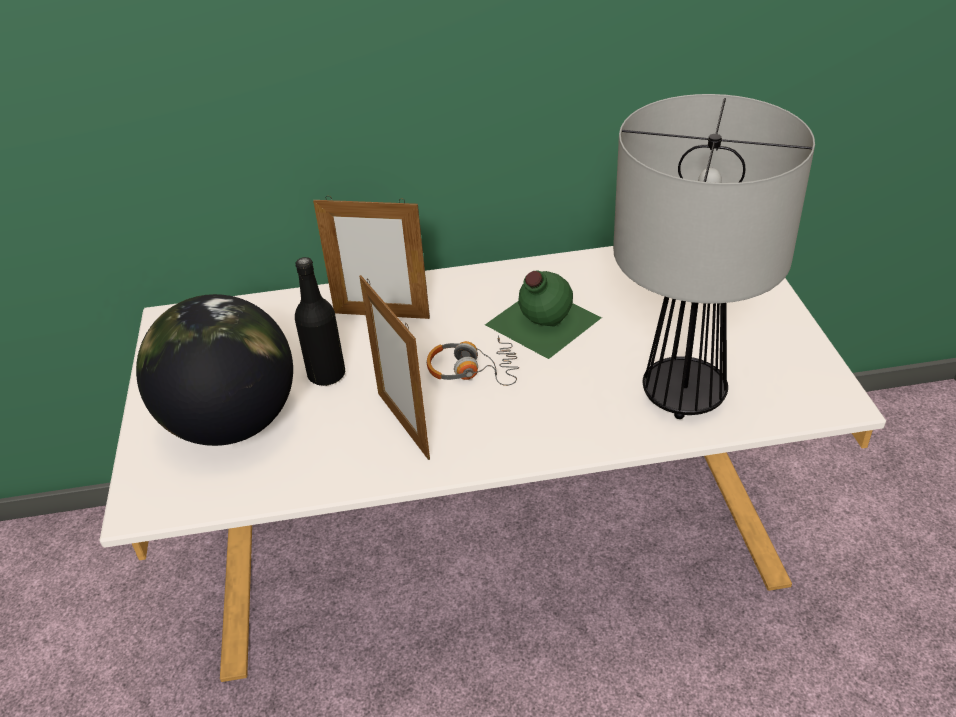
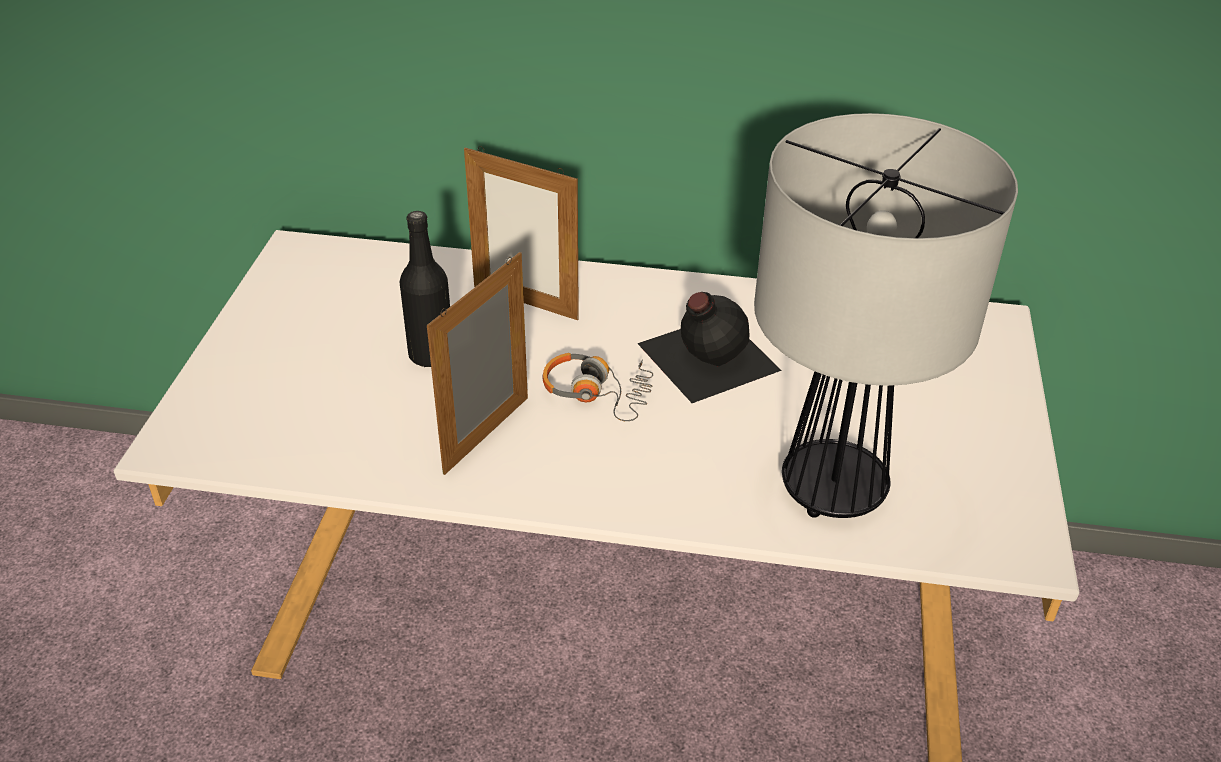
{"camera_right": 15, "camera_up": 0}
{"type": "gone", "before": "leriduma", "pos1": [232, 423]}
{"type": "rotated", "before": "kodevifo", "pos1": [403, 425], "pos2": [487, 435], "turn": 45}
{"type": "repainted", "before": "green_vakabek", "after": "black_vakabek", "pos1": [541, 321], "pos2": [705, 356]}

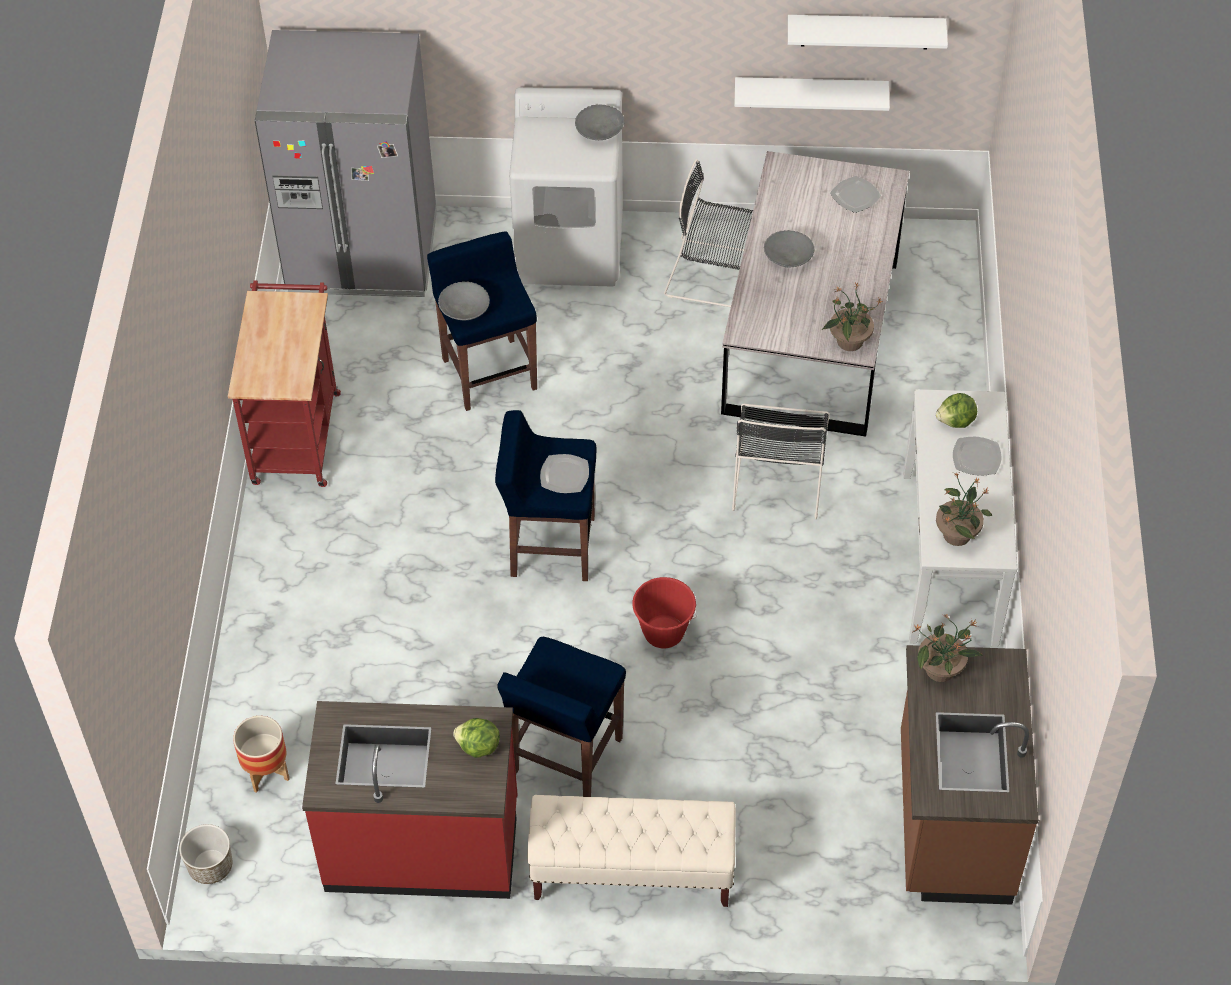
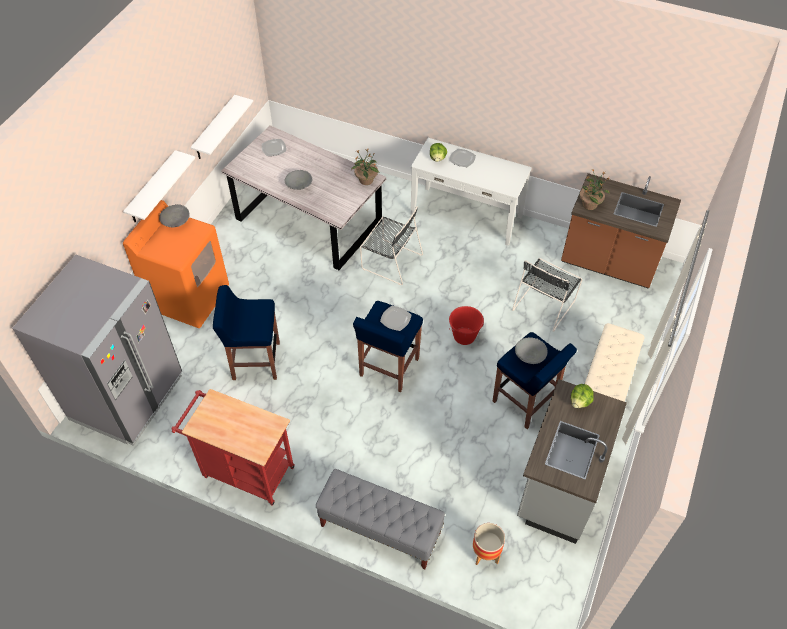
{"camera_right": -70, "camera_up": 0}
{"type": "gone", "before": "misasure", "pos1": [210, 866]}
{"type": "repainted", "before": "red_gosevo", "after": "grey_gosevo", "pos1": [422, 844], "pos2": [559, 485]}
{"type": "shifted", "before": "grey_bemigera", "pos1": [464, 310], "pos2": [530, 355]}
{"type": "repainted", "before": "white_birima", "after": "orange_birima", "pos1": [570, 248], "pos2": [189, 297]}
{"type": "shifted", "before": "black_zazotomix", "pos1": [716, 275], "pos2": [544, 304]}
{"type": "shifted", "before": "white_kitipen", "pos1": [865, 31], "pos2": [152, 188]}
{"type": "gone", "before": "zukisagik", "pos1": [957, 533]}
{"type": "new", "after": "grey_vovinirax", "pos2": [380, 529]}

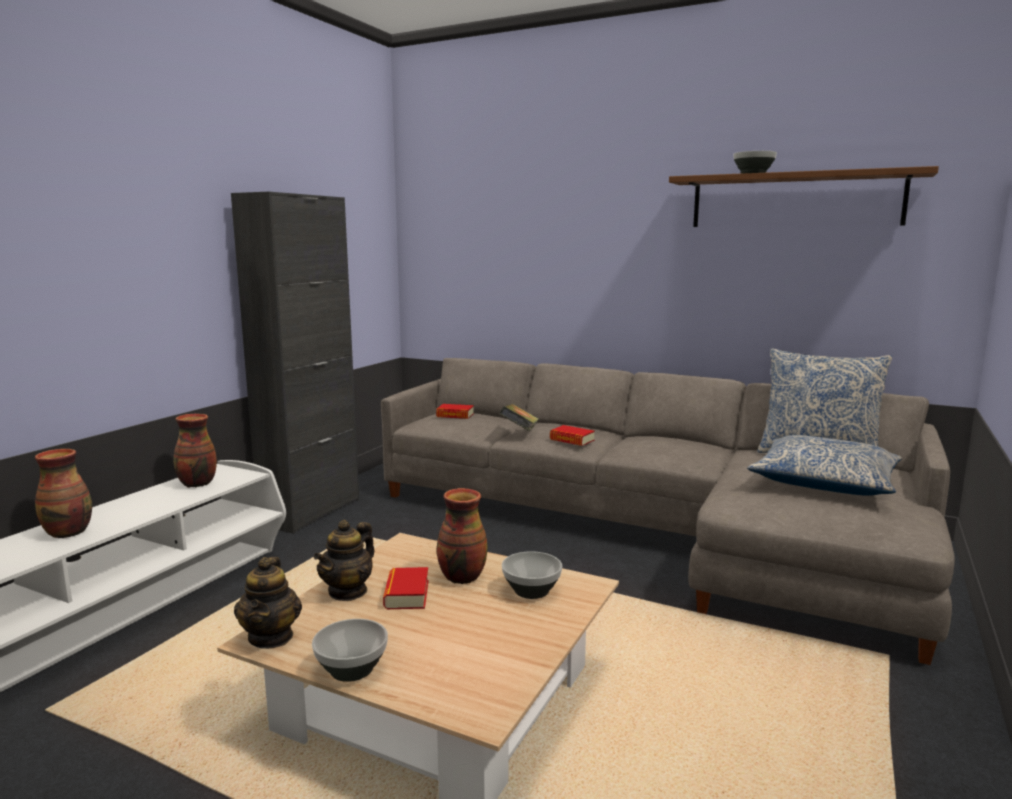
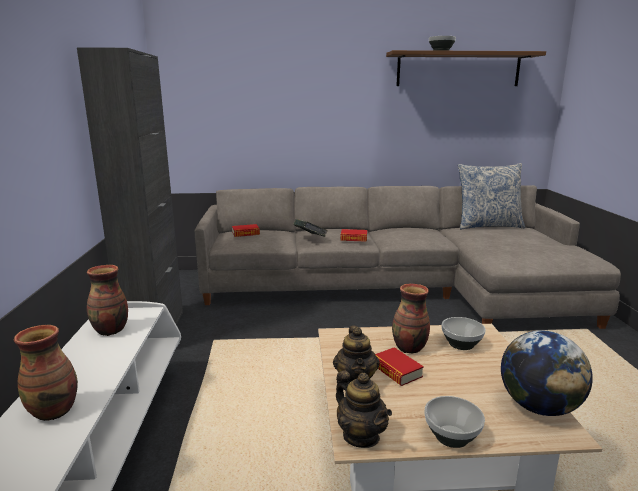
{"camera_right": -30, "camera_up": 5}
{"type": "gone", "before": "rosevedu", "pos1": [824, 482]}
{"type": "new", "after": "leriduma", "pos2": [539, 407]}

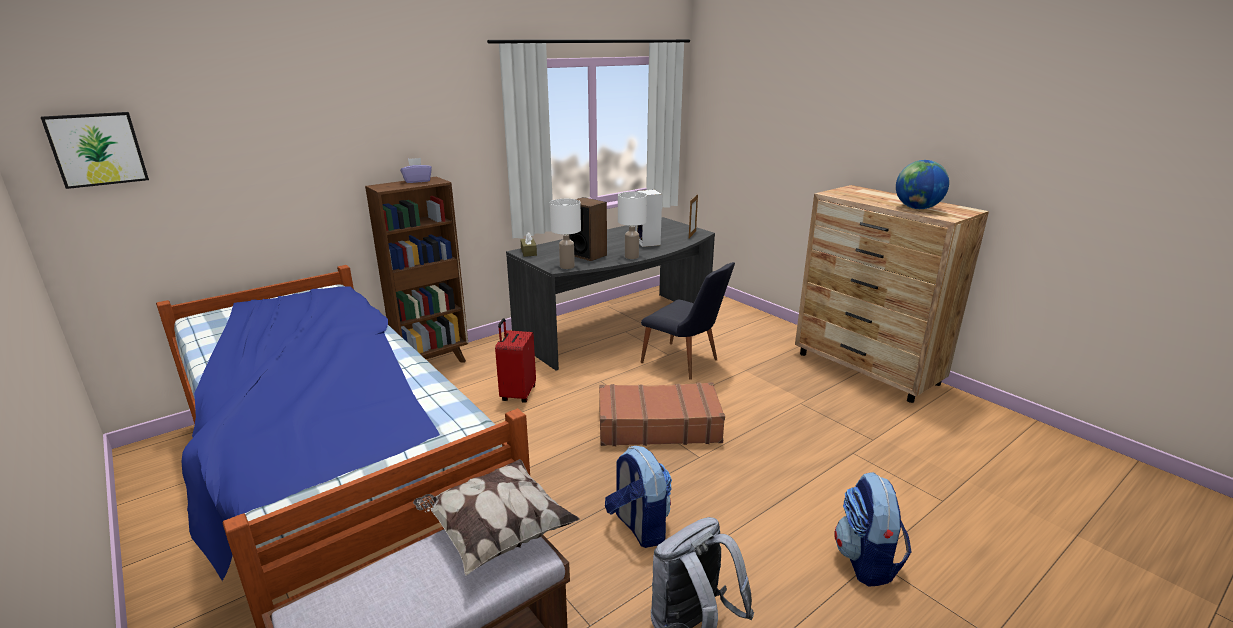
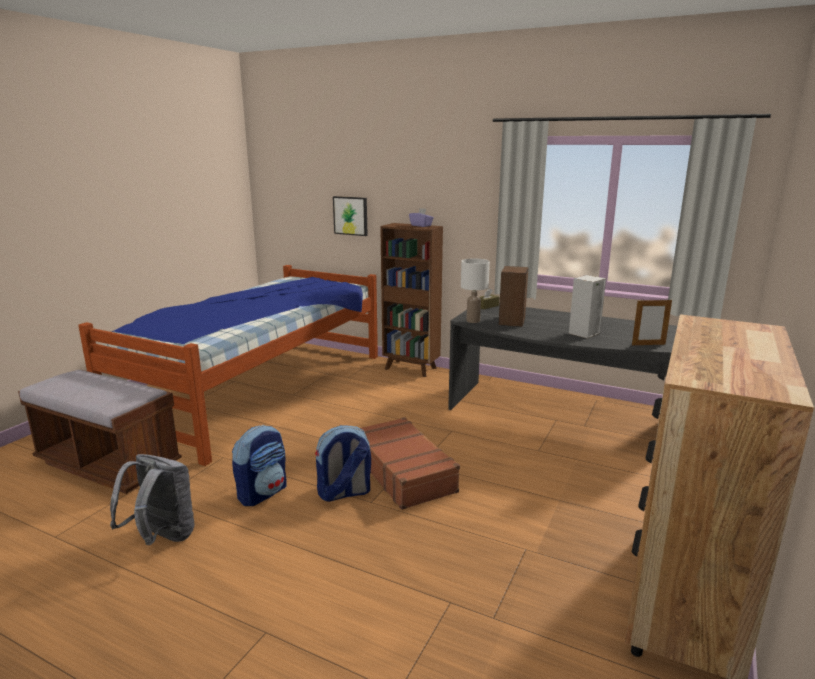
{"camera_right": 65, "camera_up": -5}
{"type": "shifted", "before": "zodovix", "pos1": [97, 149], "pos2": [351, 215]}
{"type": "gone", "before": "rosevedu", "pos1": [496, 532]}
{"type": "gone", "before": "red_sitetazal", "pos1": [517, 394]}
{"type": "gone", "before": "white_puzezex", "pos1": [632, 257]}
{"type": "gone", "before": "black_zazotomix", "pos1": [685, 363]}
{"type": "shifted", "before": "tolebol", "pos1": [866, 561], "pos2": [344, 493]}
{"type": "gone", "before": "leriduma", "pos1": [917, 208]}

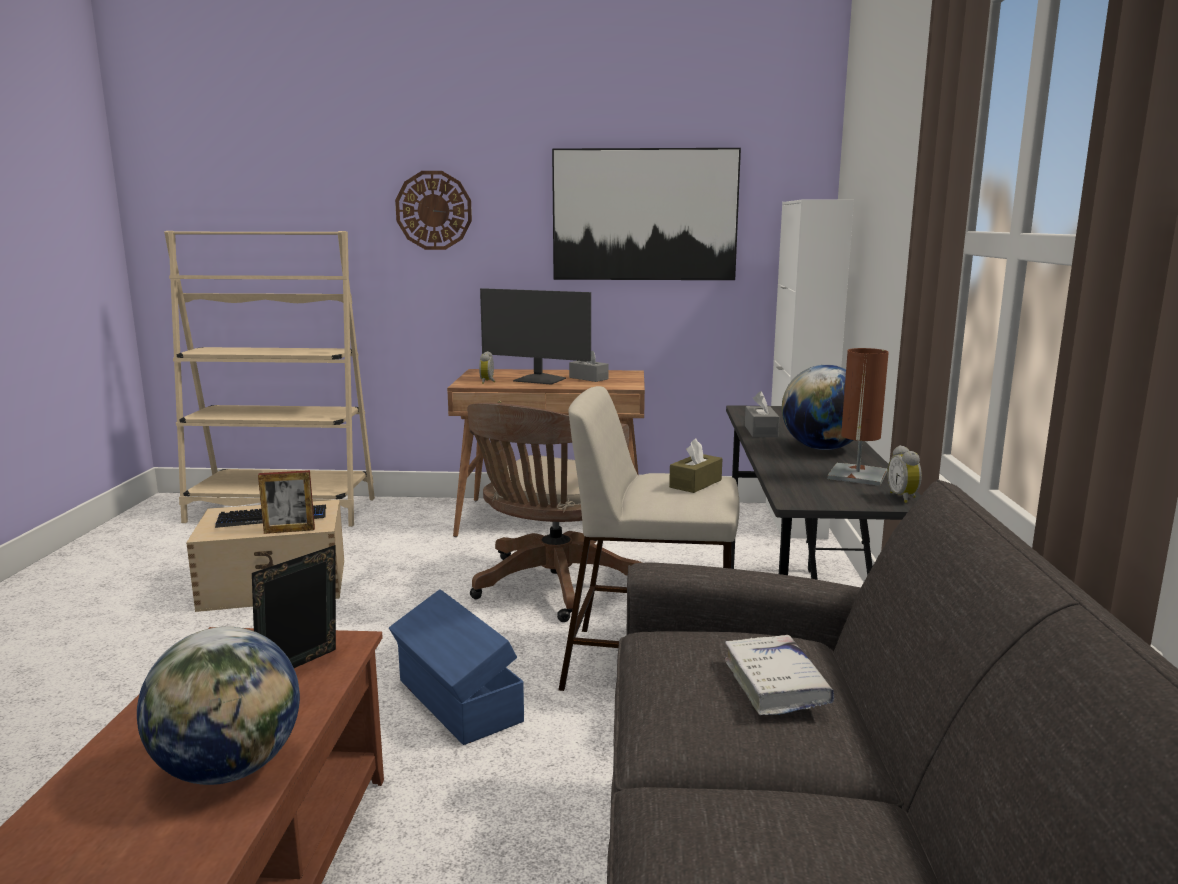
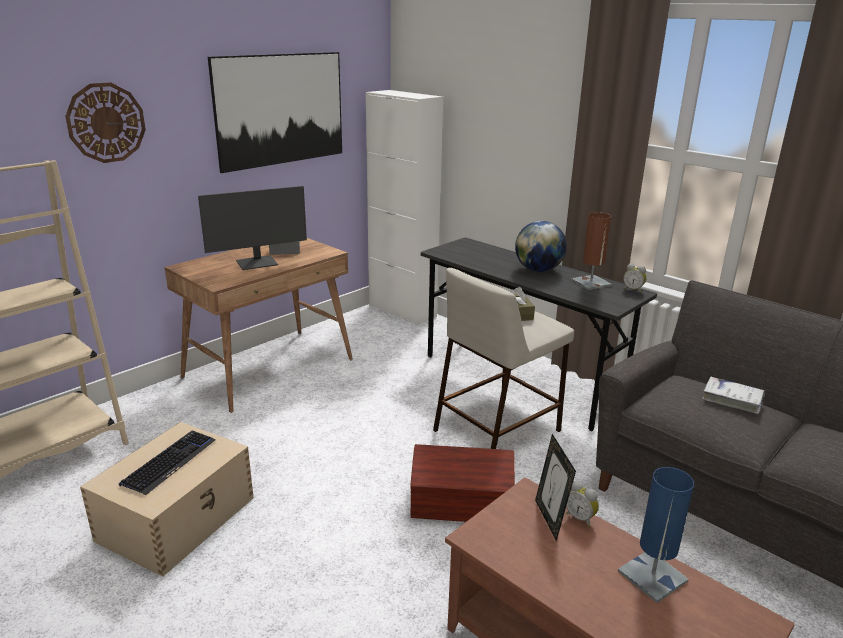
{"camera_right": -50, "camera_up": 10}
{"type": "swapped", "before": "leriduma", "after": "blue_puzezex", "pos1": [229, 769], "pos2": [652, 576]}
{"type": "gone", "before": "kodevifo", "pos1": [289, 530]}
{"type": "repainted", "before": "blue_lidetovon", "after": "brown_lidetovon", "pos1": [457, 702], "pos2": [462, 507]}
{"type": "gone", "before": "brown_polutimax", "pos1": [551, 587]}
{"type": "shifted", "before": "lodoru", "pos1": [488, 382], "pos2": [580, 518]}
{"type": "gone", "before": "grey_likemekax", "pos1": [761, 431]}

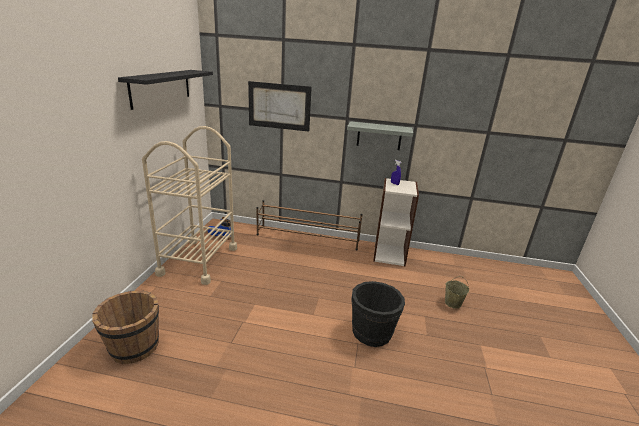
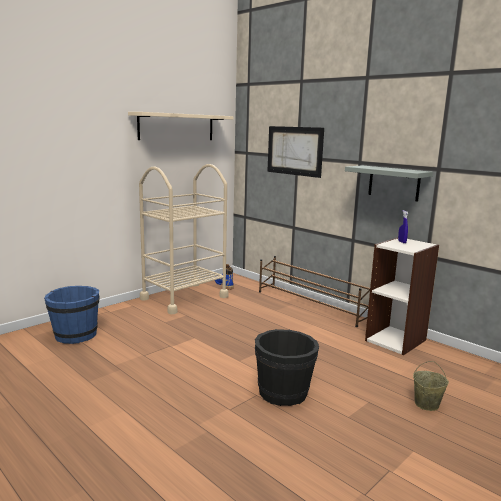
{"camera_right": 35, "camera_up": -10}
{"type": "repainted", "before": "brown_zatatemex", "after": "blue_zatatemex", "pos1": [134, 347], "pos2": [75, 335]}
{"type": "repainted", "before": "black_kitipen", "after": "beige_kitipen", "pos1": [161, 87], "pos2": [176, 127]}

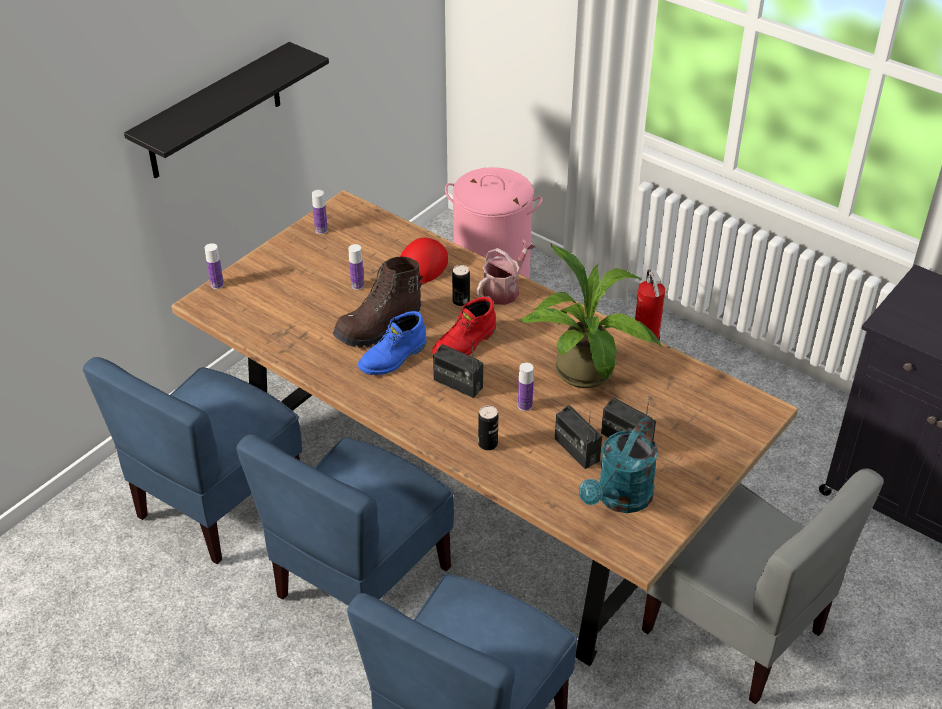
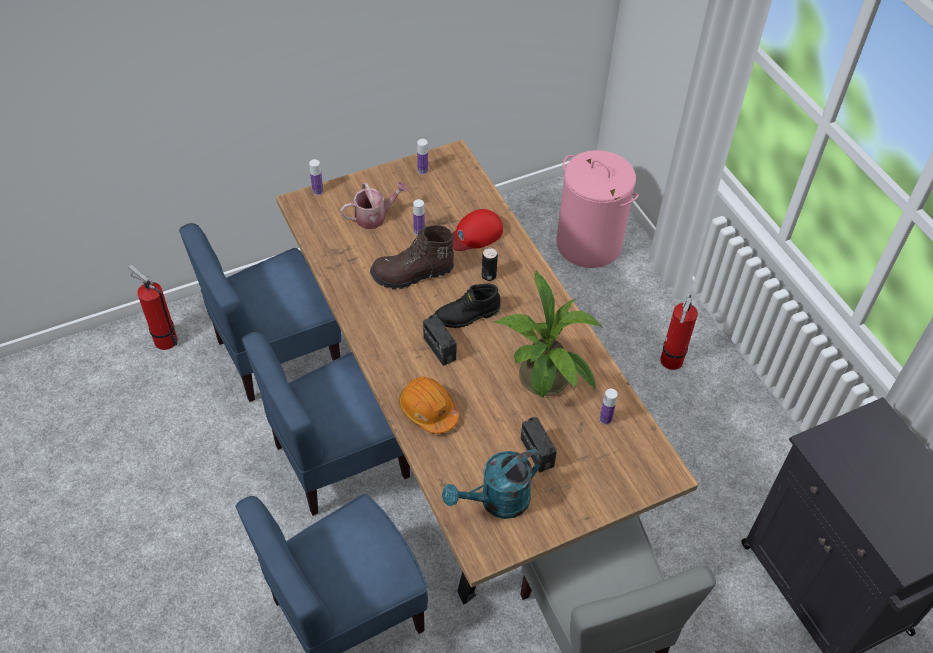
{"camera_right": 25, "camera_up": 10}
{"type": "gone", "before": "black_kitipen", "pos1": [214, 112]}
{"type": "gone", "before": "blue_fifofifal", "pos1": [394, 358]}
{"type": "repainted", "before": "red_fifofifal", "after": "black_fifofifal", "pos1": [465, 344], "pos2": [467, 316]}
{"type": "shifted", "before": "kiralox", "pos1": [504, 290], "pos2": [375, 217]}
{"type": "swapped", "before": "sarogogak", "after": "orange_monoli", "pos1": [488, 444], "pos2": [428, 410]}
{"type": "shifted", "before": "vakabek", "pos1": [525, 406], "pos2": [605, 419]}
{"type": "gone", "before": "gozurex", "pos1": [576, 450]}
{"type": "new", "after": "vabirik", "pos2": [163, 339]}

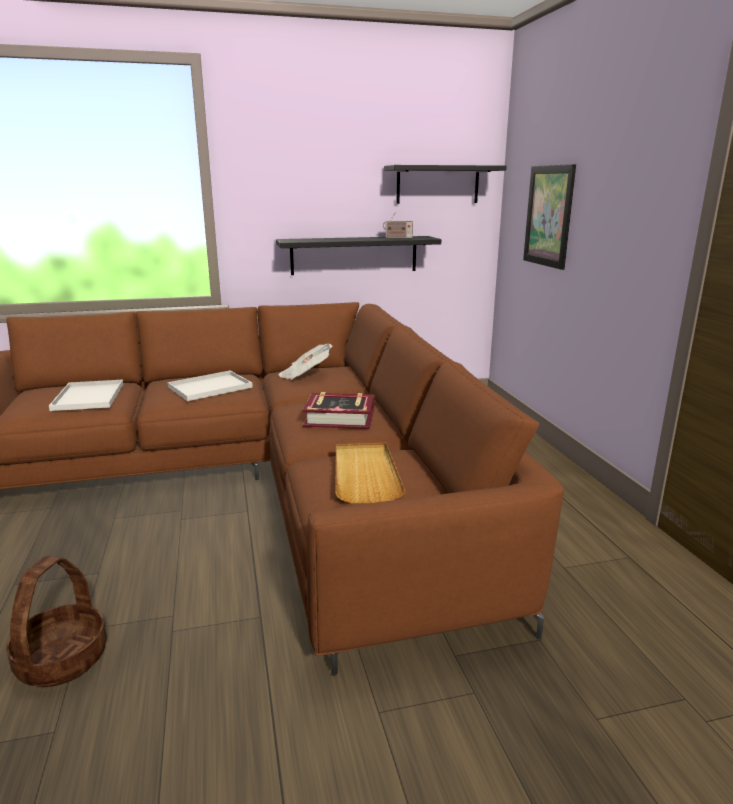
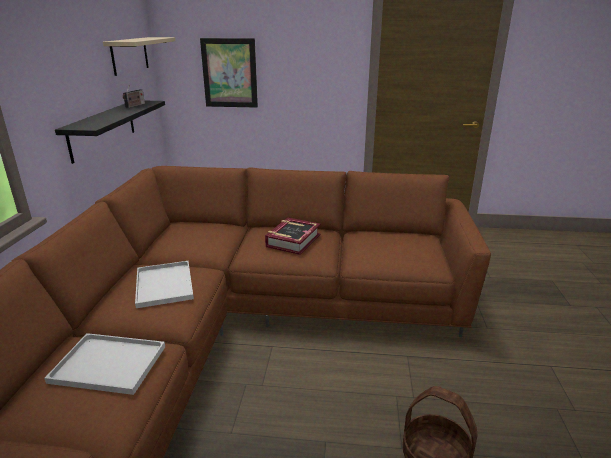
{"camera_right": -70, "camera_up": 5}
{"type": "gone", "before": "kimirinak", "pos1": [305, 375]}
{"type": "gone", "before": "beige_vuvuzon", "pos1": [365, 474]}
{"type": "repainted", "before": "black_kitipen", "after": "beige_kitipen", "pos1": [437, 184], "pos2": [130, 55]}

